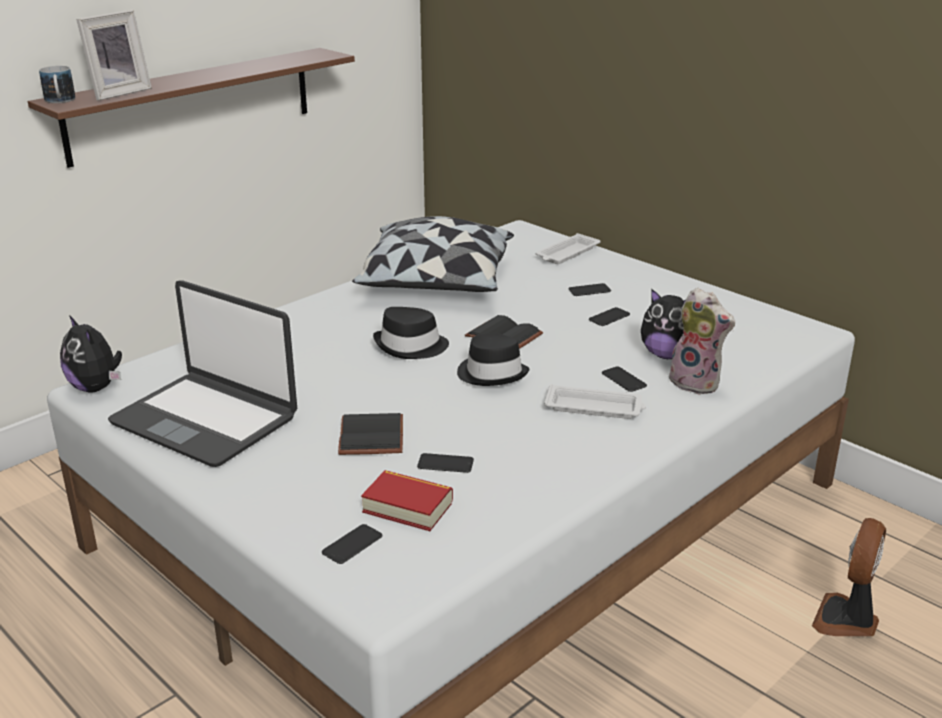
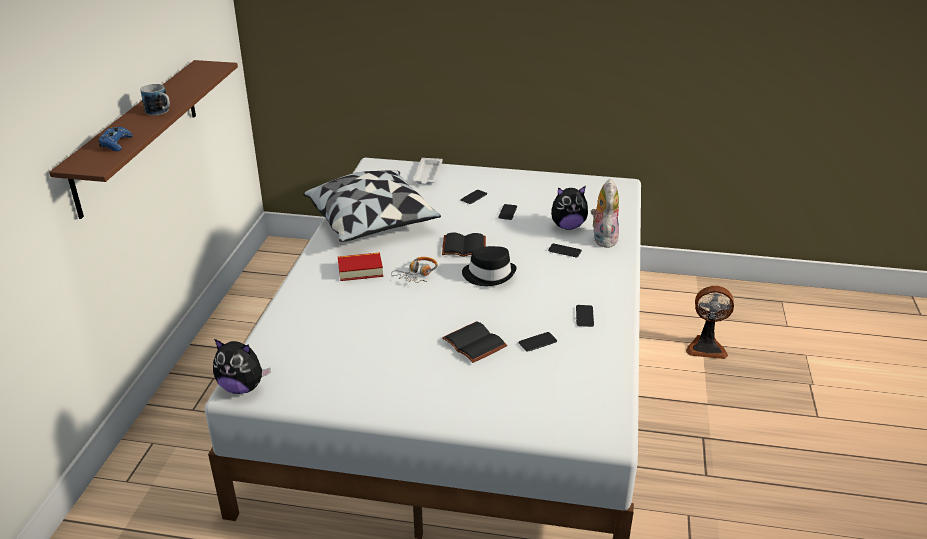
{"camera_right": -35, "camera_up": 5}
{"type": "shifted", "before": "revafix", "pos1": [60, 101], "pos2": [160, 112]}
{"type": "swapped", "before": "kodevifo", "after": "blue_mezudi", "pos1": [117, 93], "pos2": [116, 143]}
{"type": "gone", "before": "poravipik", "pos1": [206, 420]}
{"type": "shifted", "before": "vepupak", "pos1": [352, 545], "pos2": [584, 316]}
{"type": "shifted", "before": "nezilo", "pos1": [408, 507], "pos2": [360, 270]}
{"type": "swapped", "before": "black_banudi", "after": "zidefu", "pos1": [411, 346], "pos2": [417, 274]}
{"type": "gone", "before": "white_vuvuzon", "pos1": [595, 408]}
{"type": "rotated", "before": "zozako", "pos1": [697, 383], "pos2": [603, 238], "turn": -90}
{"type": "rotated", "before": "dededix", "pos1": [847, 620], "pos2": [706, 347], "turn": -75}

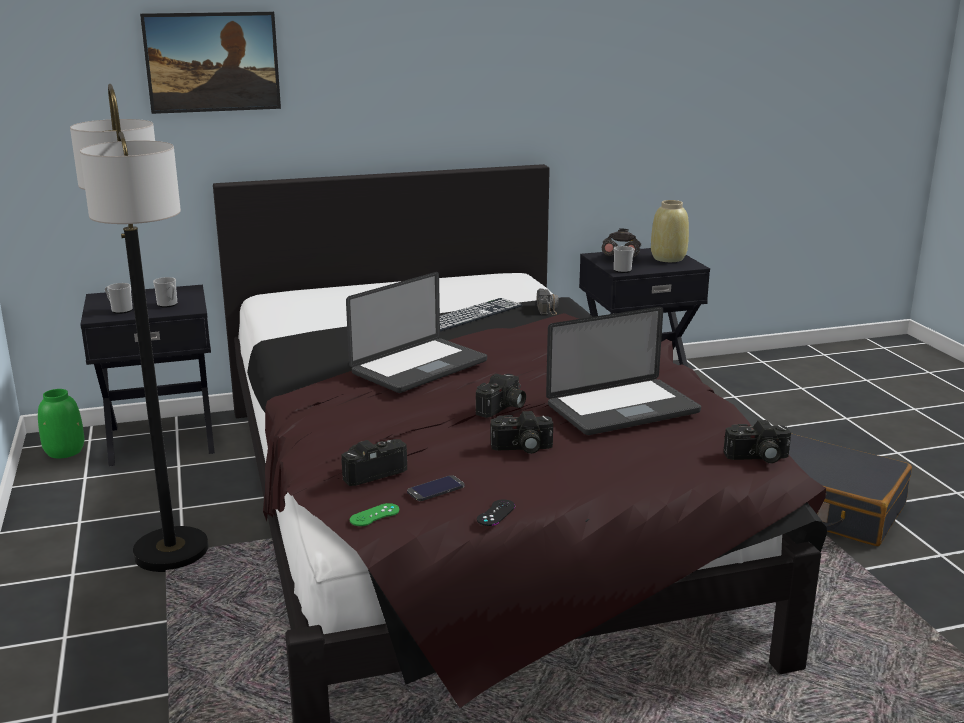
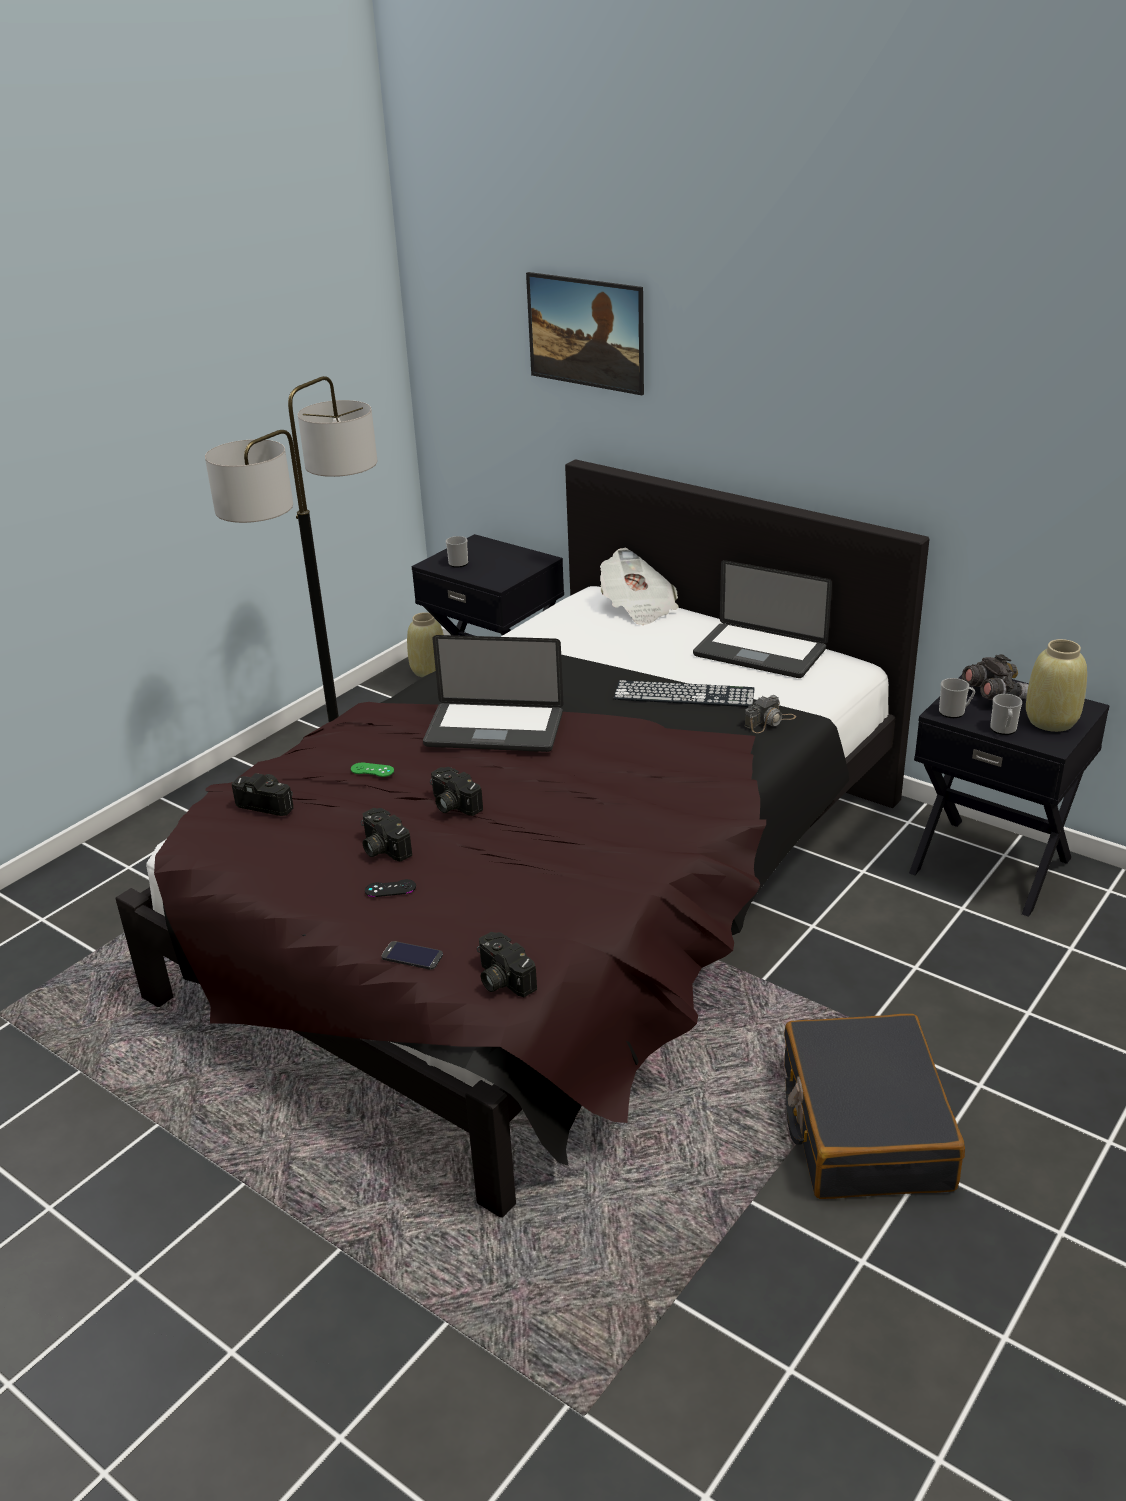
{"camera_right": 55, "camera_up": 10}
{"type": "repainted", "before": "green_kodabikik", "after": "beige_kodabikik", "pos1": [65, 451], "pos2": [428, 671]}
{"type": "shifted", "before": "revafix", "pos1": [168, 305], "pos2": [1003, 730]}
{"type": "shifted", "before": "green_mezudi", "pos1": [374, 515], "pos2": [372, 770]}
{"type": "shifted", "before": "vepupak", "pos1": [435, 489], "pos2": [412, 956]}
{"type": "rotated", "before": "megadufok", "pos1": [502, 408], "pos2": [452, 805], "turn": 45}
{"type": "shifted", "before": "black_mezudi", "pos1": [496, 513], "pos2": [390, 888]}
{"type": "shifted", "before": "poravipik", "pos1": [623, 409], "pos2": [759, 653]}
{"type": "new", "after": "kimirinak", "pos2": [639, 607]}

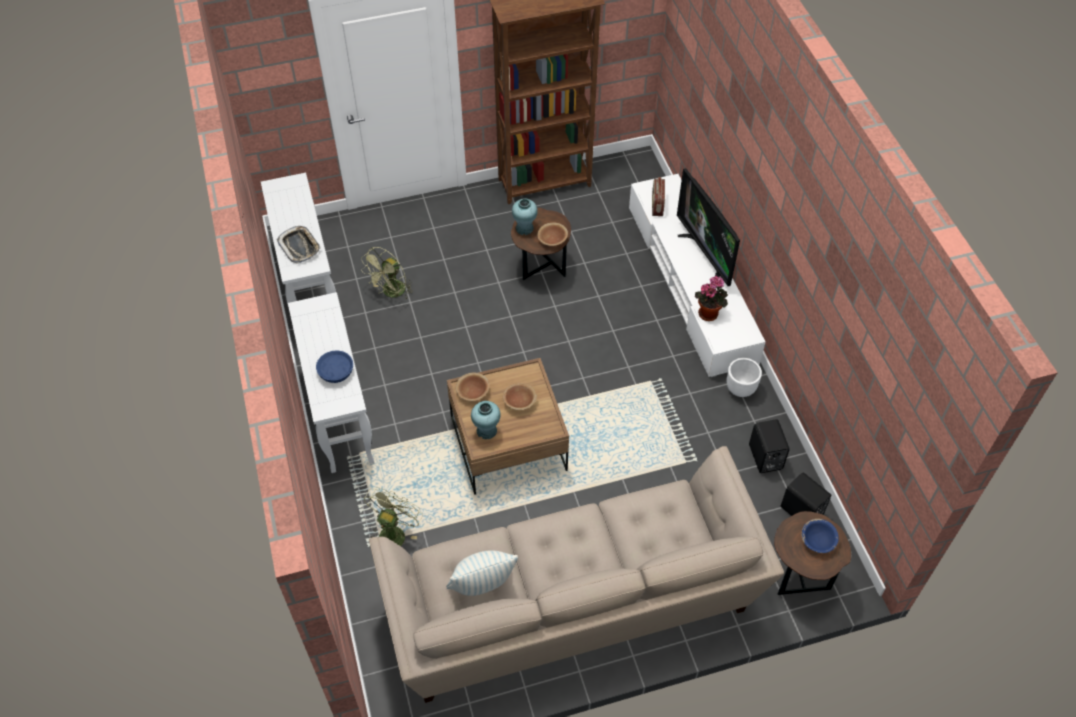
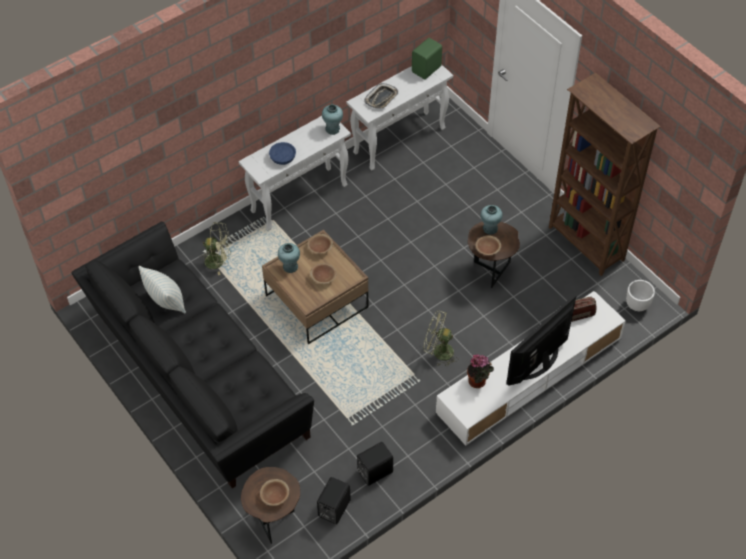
{"camera_right": 70, "camera_up": 0}
{"type": "shifted", "before": "green_dededix", "pos1": [391, 293], "pos2": [438, 352]}
{"type": "repainted", "before": "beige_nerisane", "after": "black_nerisane", "pos1": [571, 607], "pos2": [197, 380]}
{"type": "shifted", "before": "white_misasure", "pos1": [740, 389], "pos2": [637, 305]}
{"type": "repainted", "before": "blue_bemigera", "after": "brown_bemigera", "pos1": [818, 540], "pos2": [275, 496]}
{"type": "new", "after": "turquoise_kodabikik", "pos2": [332, 129]}
{"type": "new", "after": "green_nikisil", "pos2": [427, 69]}

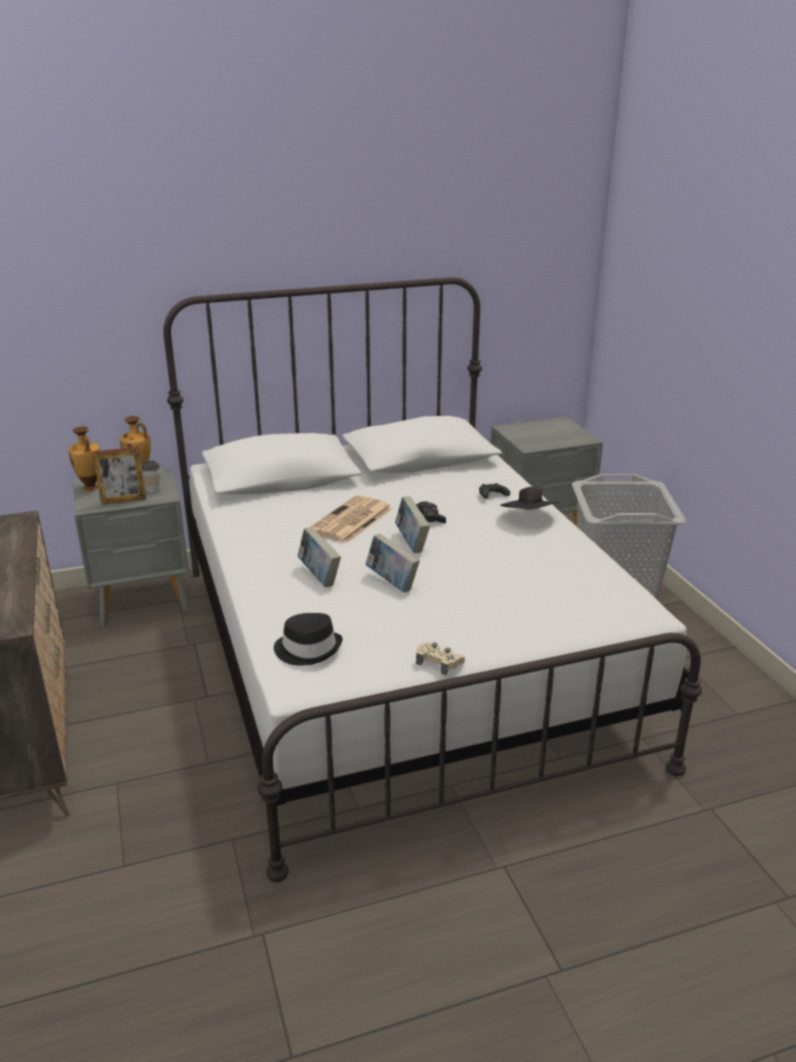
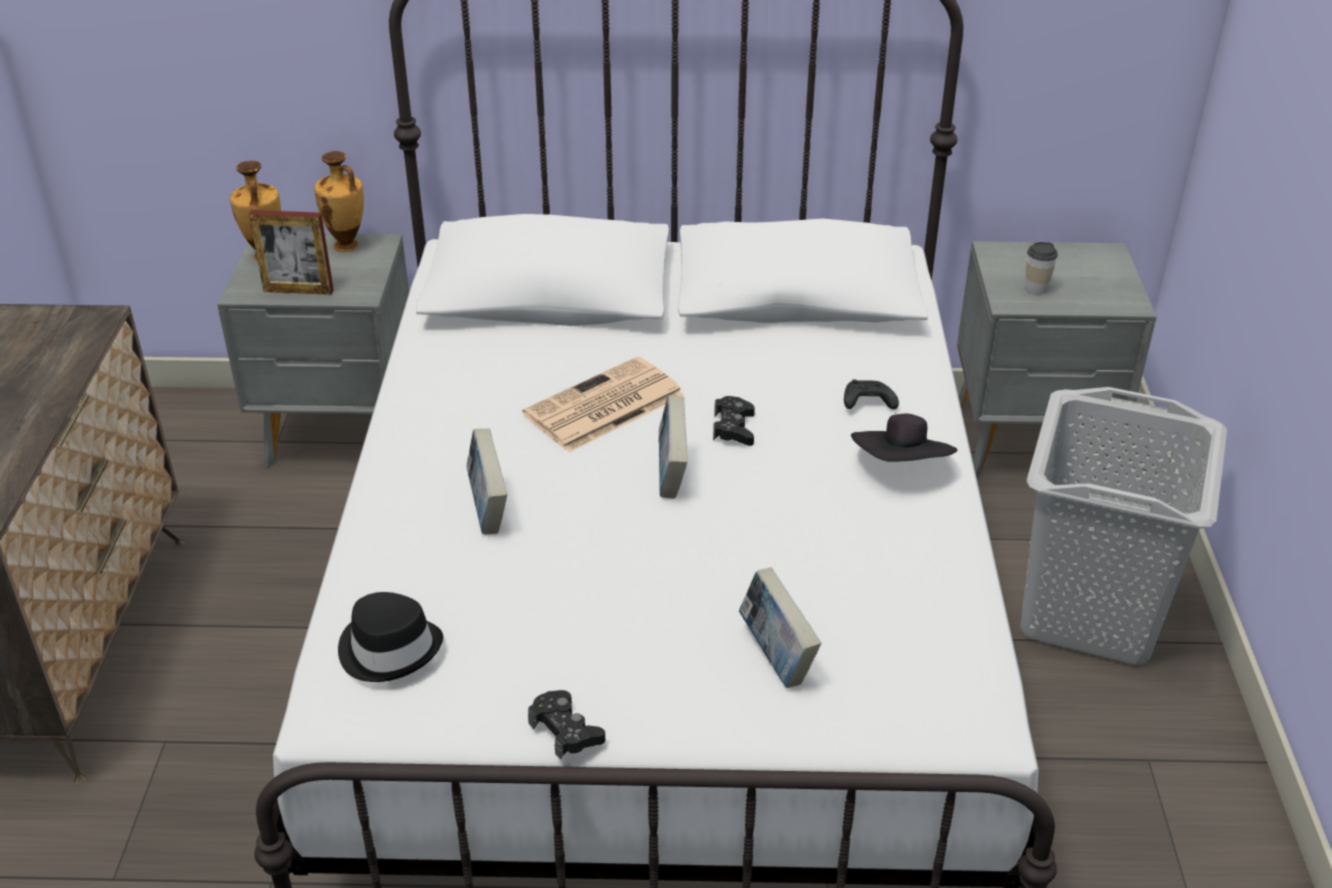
{"camera_right": 20, "camera_up": 10}
{"type": "shifted", "before": "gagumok", "pos1": [153, 490], "pos2": [1036, 288]}
{"type": "shifted", "before": "nezilo", "pos1": [392, 582], "pos2": [776, 657]}
{"type": "repainted", "before": "beige_mezudi", "after": "black_mezudi", "pos1": [439, 662], "pos2": [566, 730]}

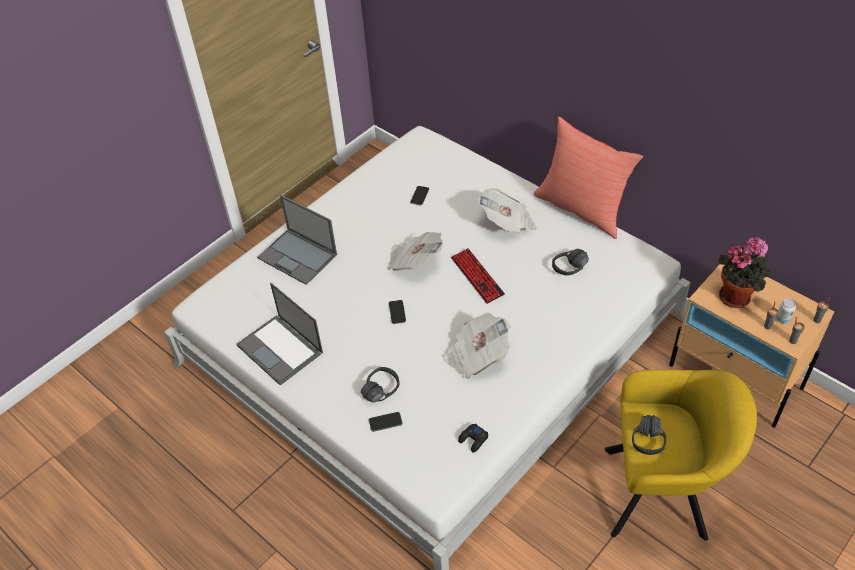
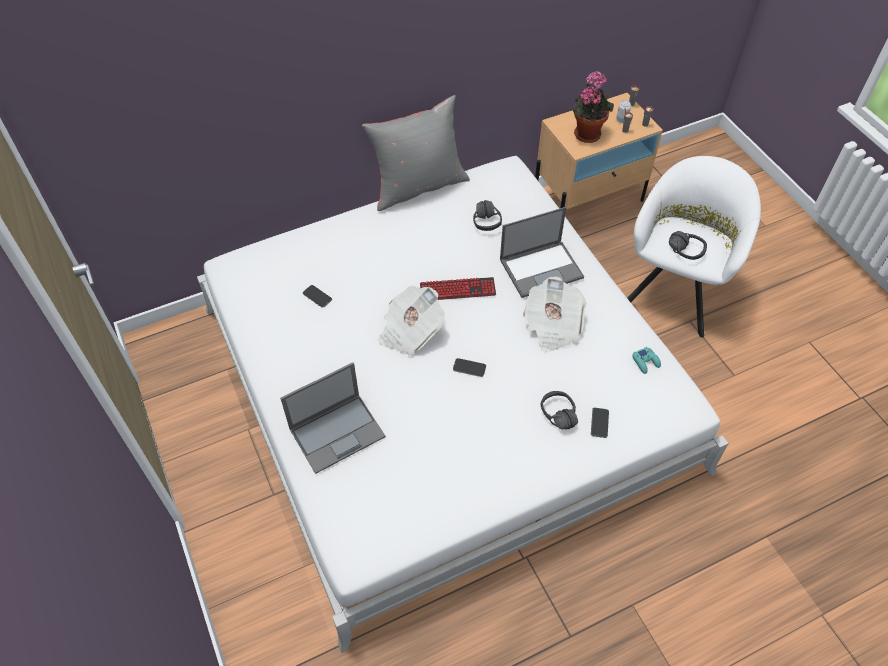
{"camera_right": -70, "camera_up": 5}
{"type": "shifted", "before": "poravipik", "pos1": [281, 349], "pos2": [542, 268]}
{"type": "repainted", "before": "black_mezudi", "after": "turquoise_mezudi", "pos1": [473, 440], "pos2": [646, 362]}
{"type": "gone", "before": "kimirinak", "pos1": [507, 223]}
{"type": "repainted", "before": "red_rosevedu", "after": "grey_rosevedu", "pos1": [582, 208], "pos2": [418, 186]}
{"type": "repainted", "before": "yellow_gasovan", "after": "white_gasovan", "pos1": [662, 493], "pos2": [675, 289]}

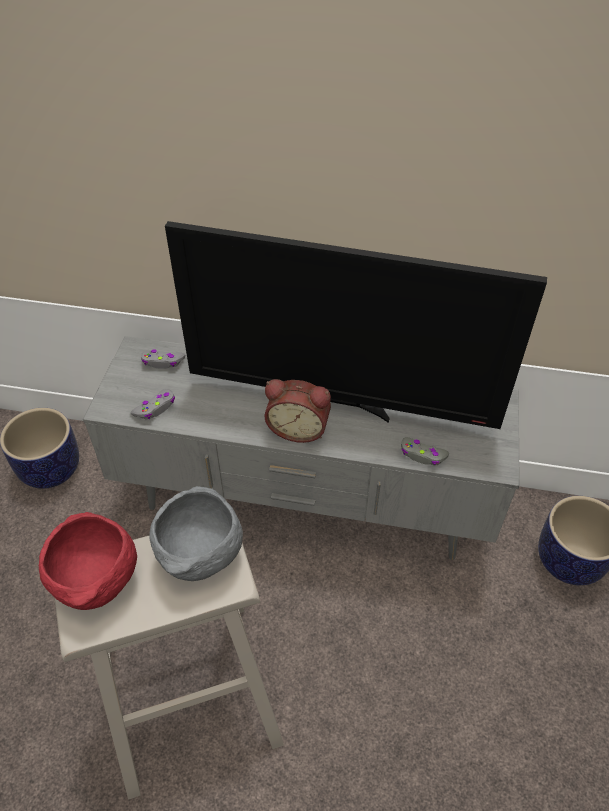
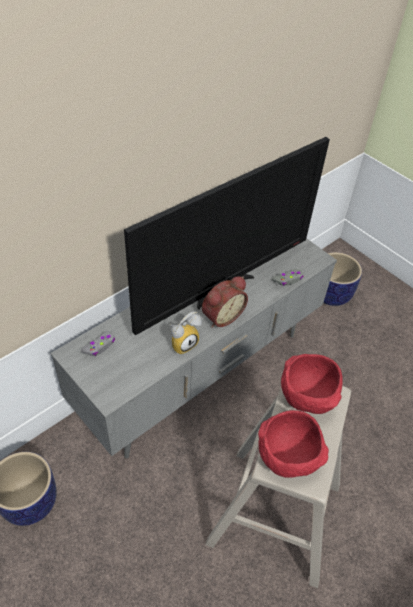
{"camera_right": -55, "camera_up": 0}
{"type": "gone", "before": "grey_mezudi", "pos1": [155, 408]}
{"type": "repainted", "before": "grey_bemigera", "after": "red_bemigera", "pos1": [201, 557], "pos2": [308, 399]}
{"type": "new", "after": "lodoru", "pos2": [183, 343]}

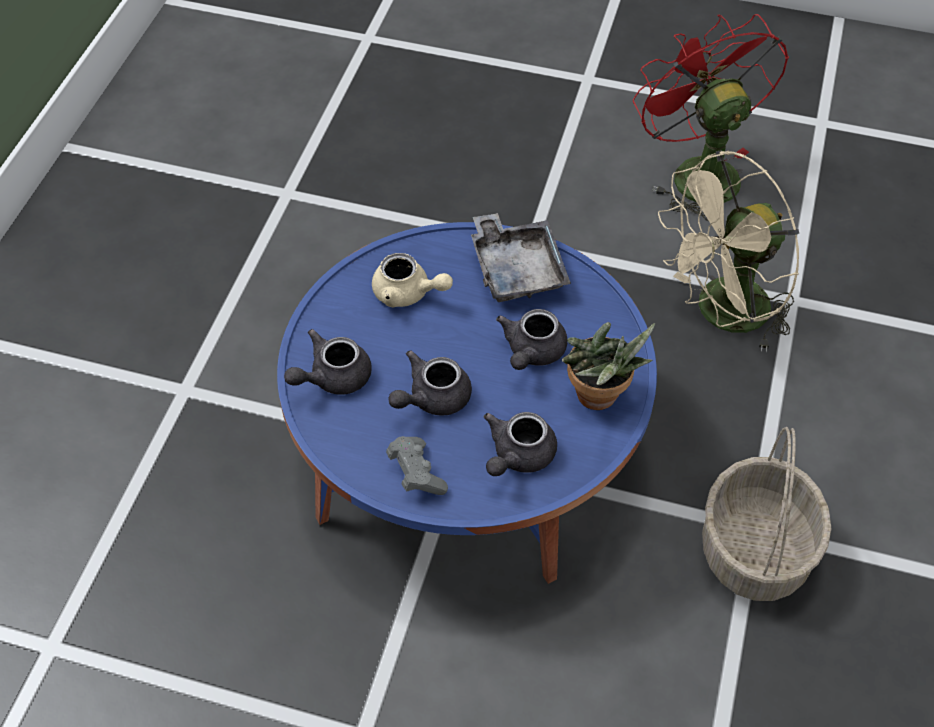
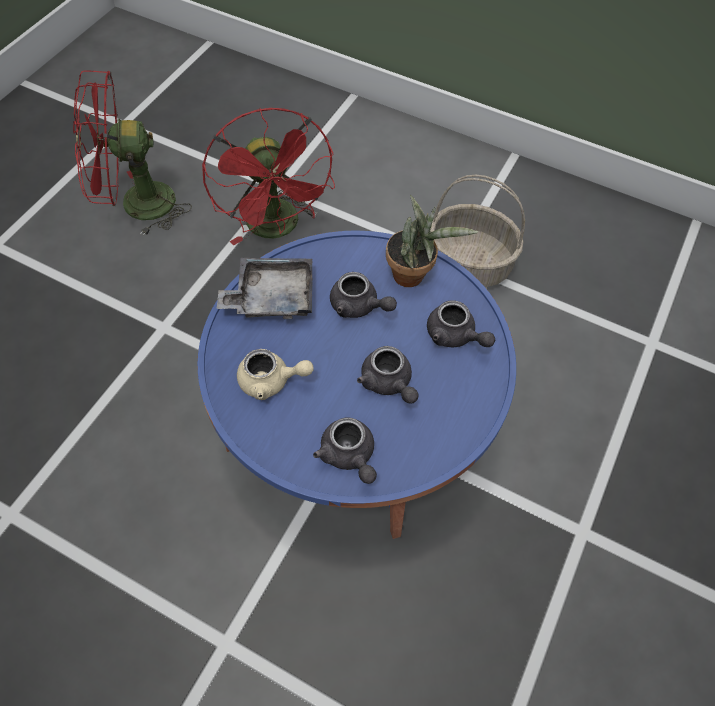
{"camera_right": -80, "camera_up": 5}
{"type": "rotated", "before": "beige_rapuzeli", "pos1": [408, 293], "pos2": [271, 381], "turn": 60}
{"type": "gone", "before": "grey_mezudi", "pos1": [416, 473]}
{"type": "repainted", "before": "beige_dededix", "after": "red_dededix", "pos1": [721, 315], "pos2": [277, 228]}

